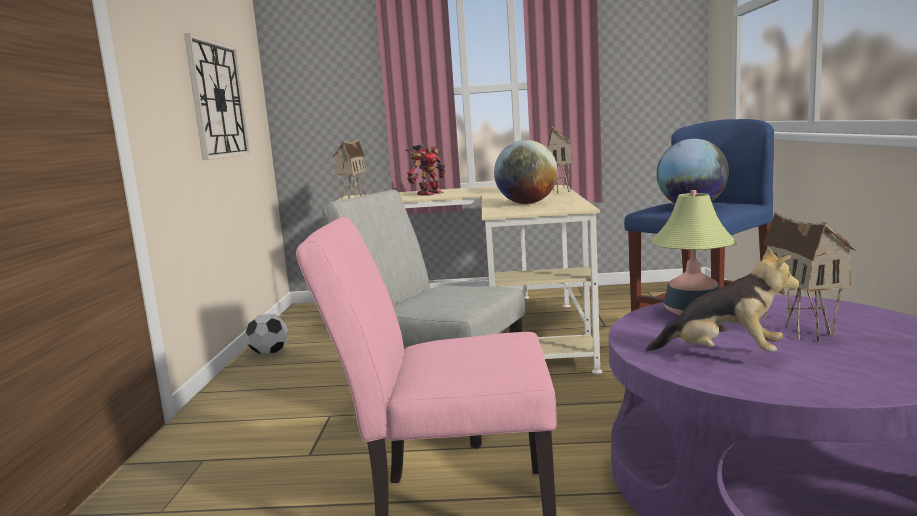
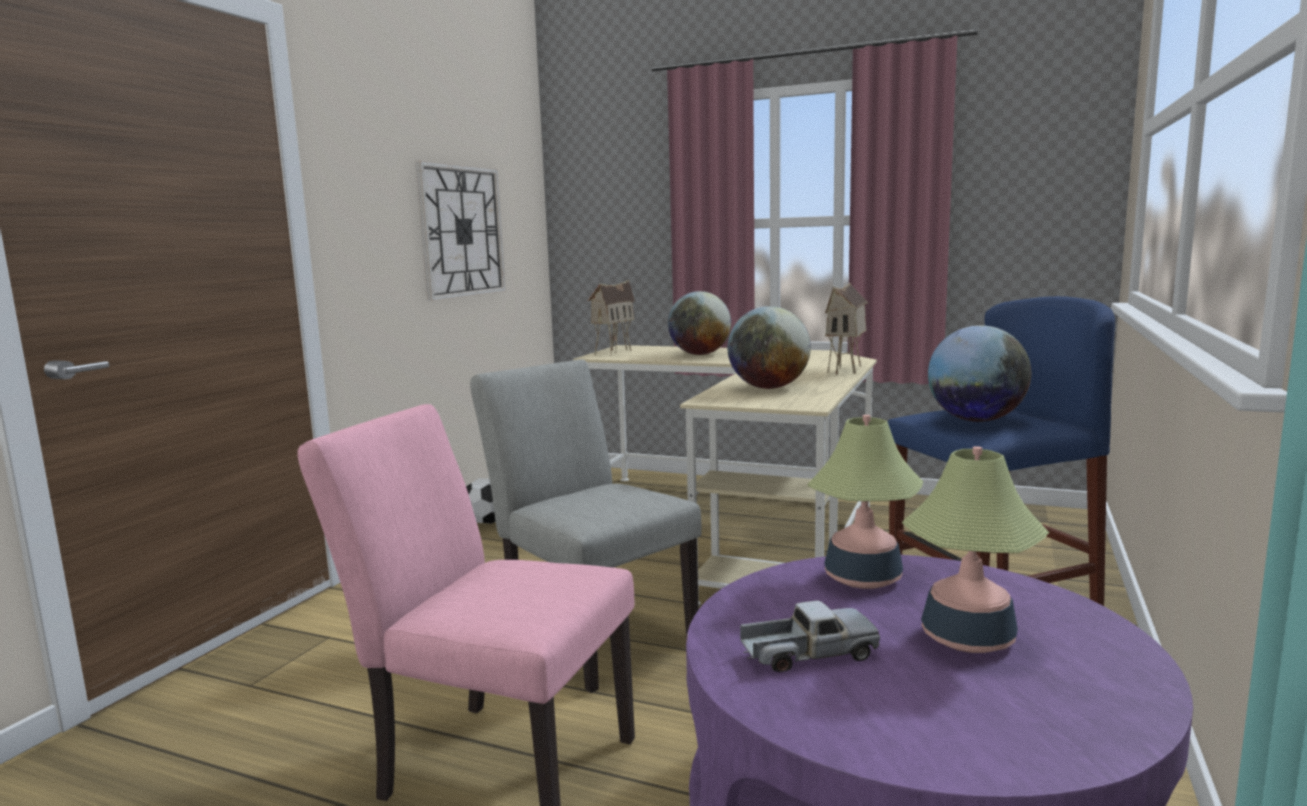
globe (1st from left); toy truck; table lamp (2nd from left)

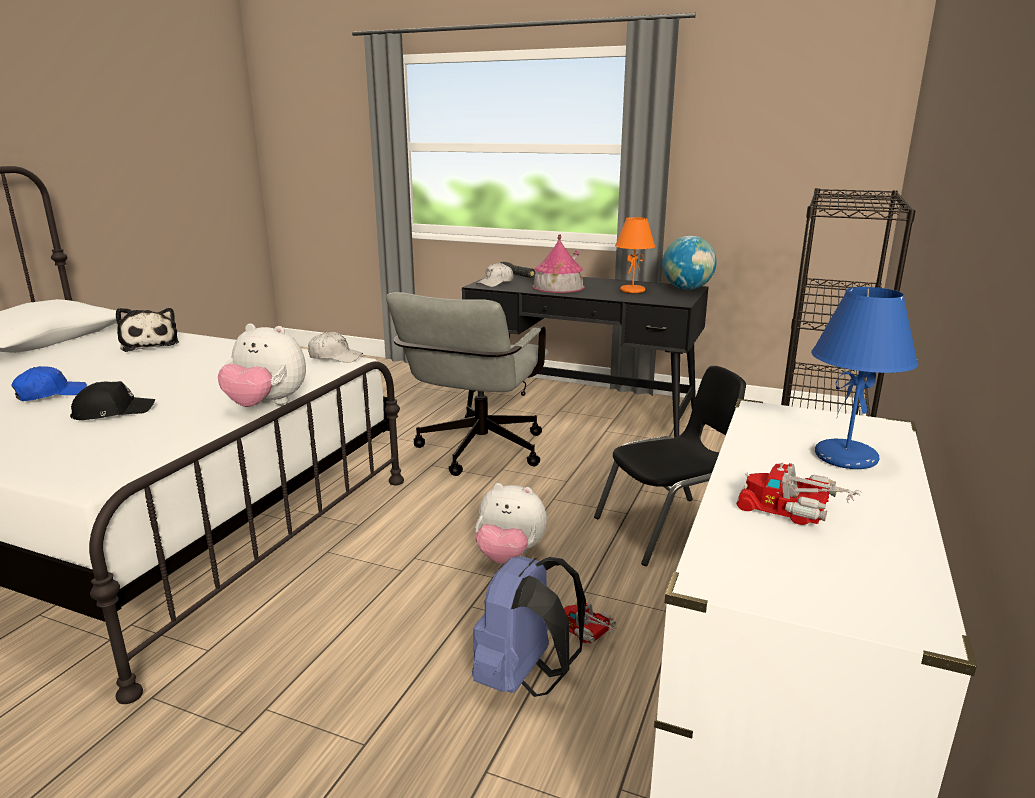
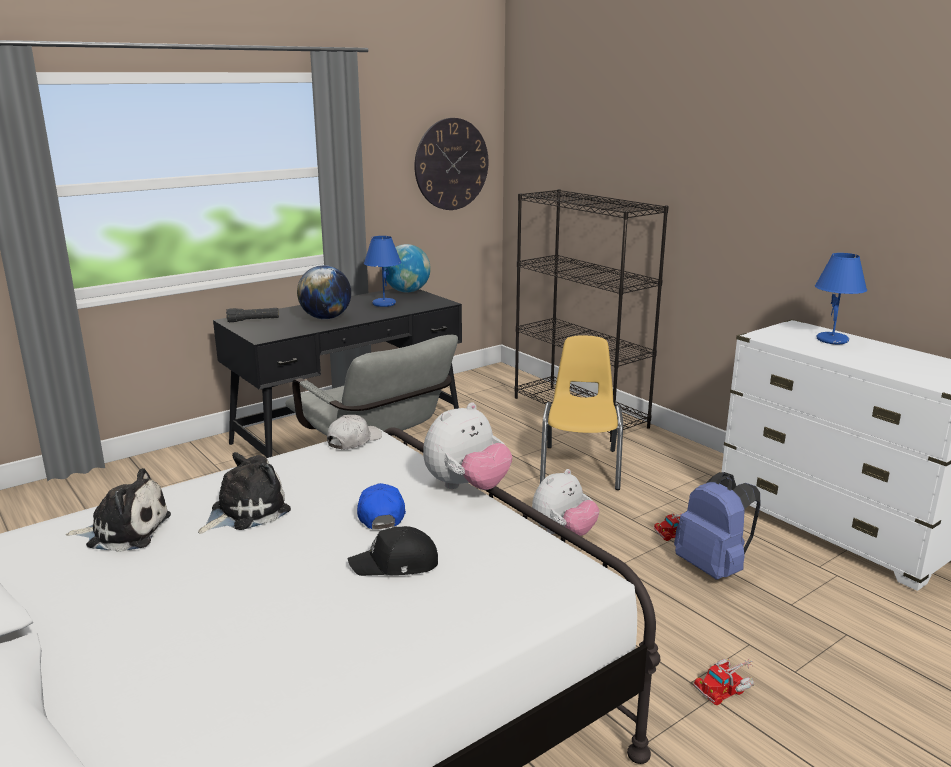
cap in blue; cap in black; cap in white (2nd from left in the first image); globe (1st from left); chair in yellow; table lamp in blue (1st from left); toy truck (2nd from left); plush toy (2nd from left); wall clock

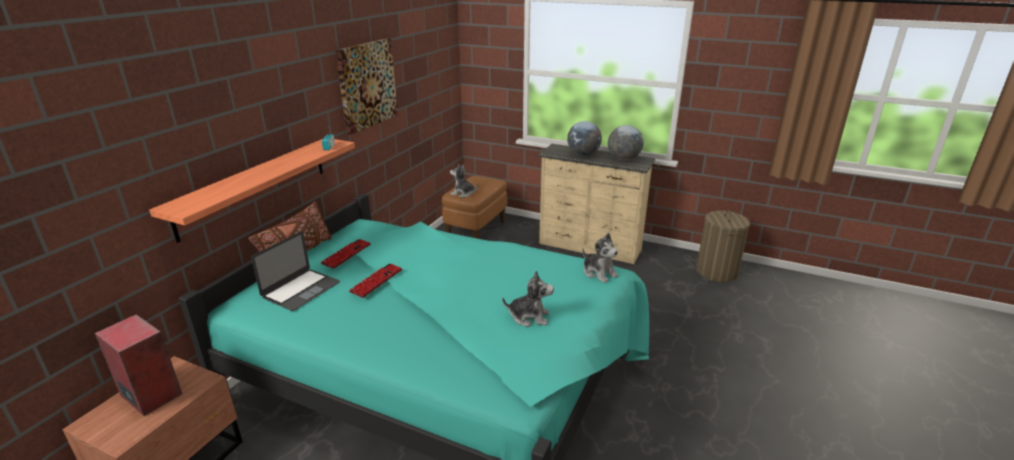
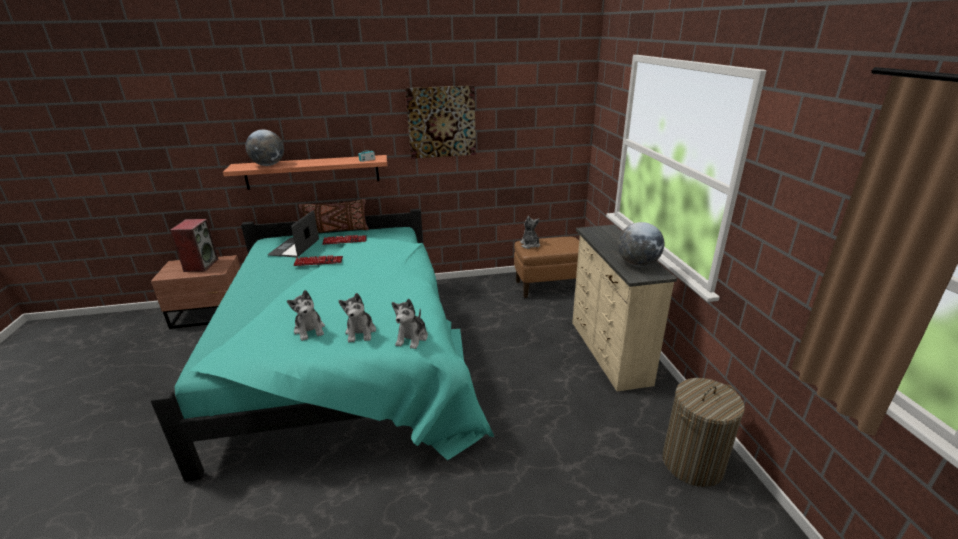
laptop; globe (1st from left); plush toy (2nd from left)

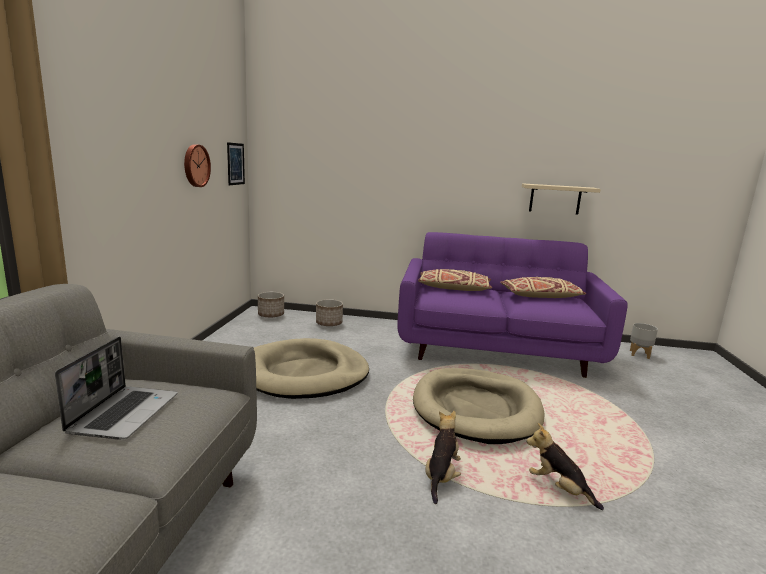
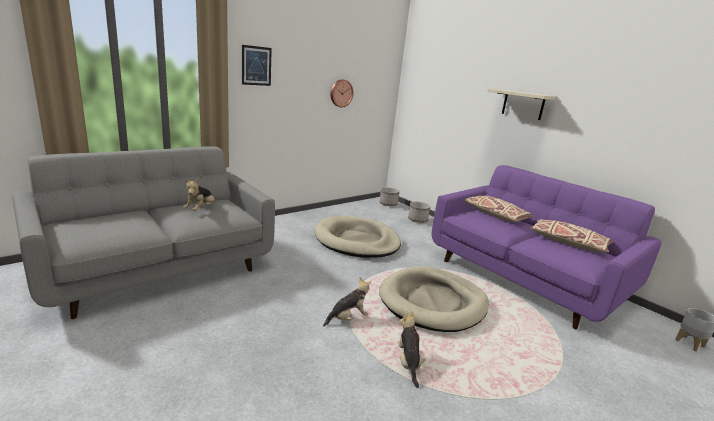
plush toy (1st from left); picture; shelf in beige

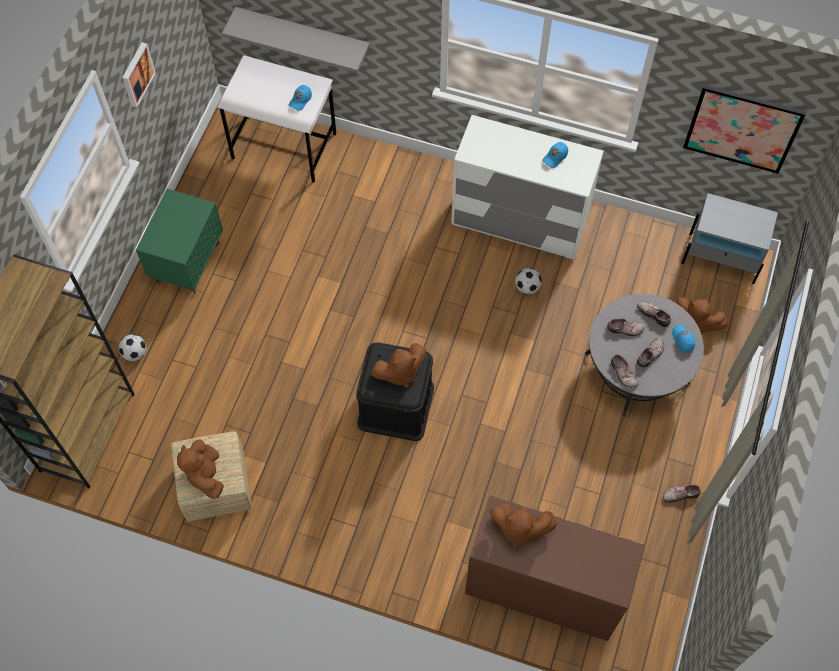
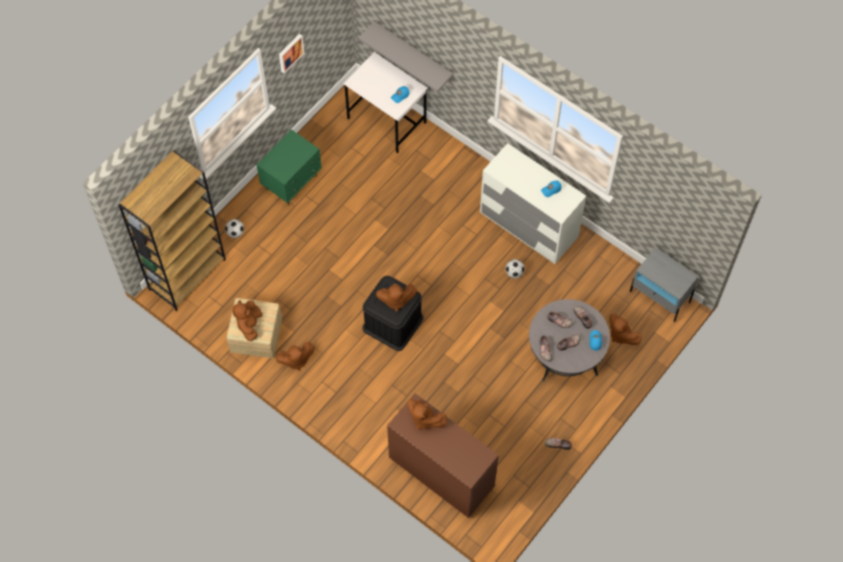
picture (2nd from left in the first image); plush toy in brown (2nd from left)

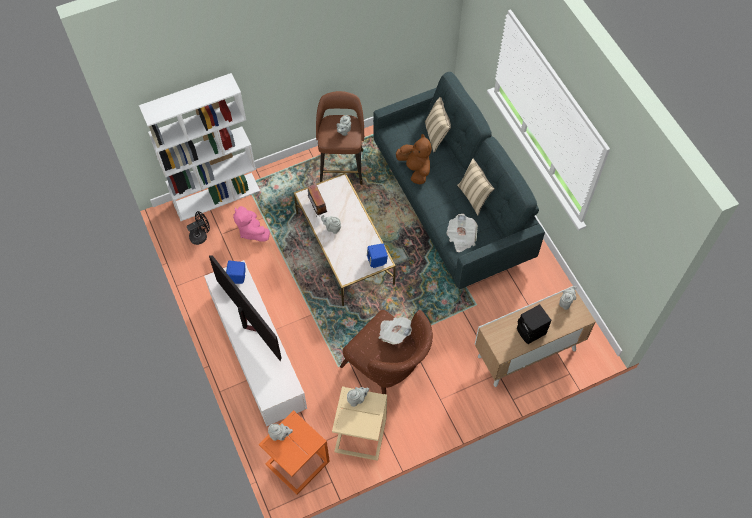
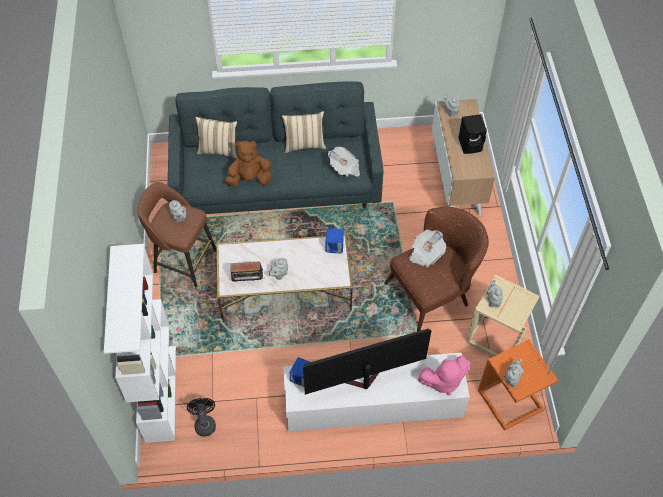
plush toy in pink

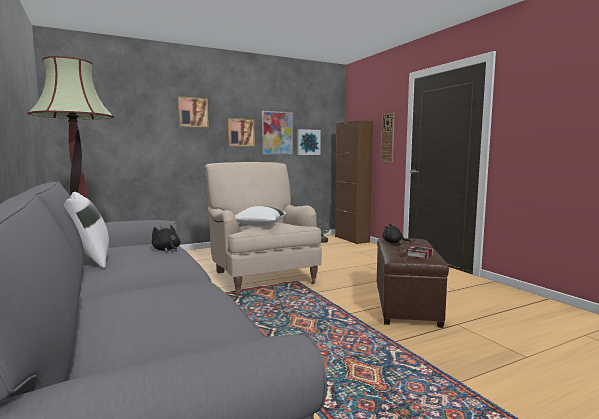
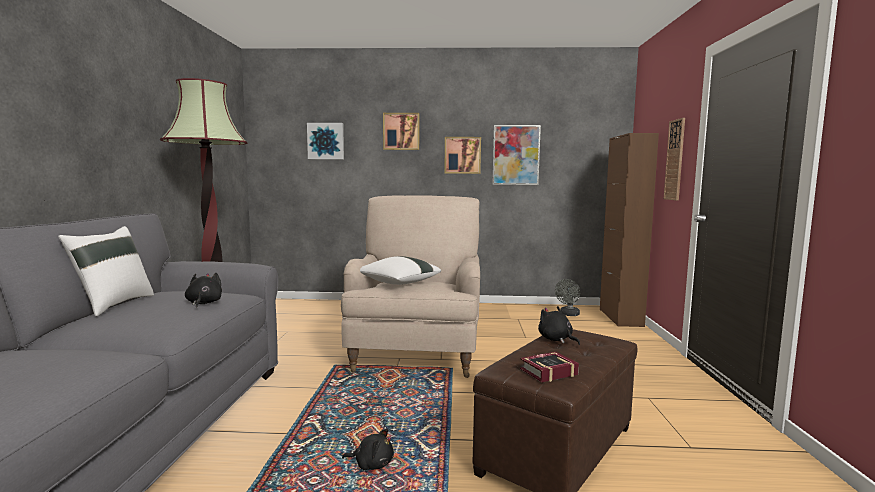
picture (1st from left); plush toy in black (2nd from left)

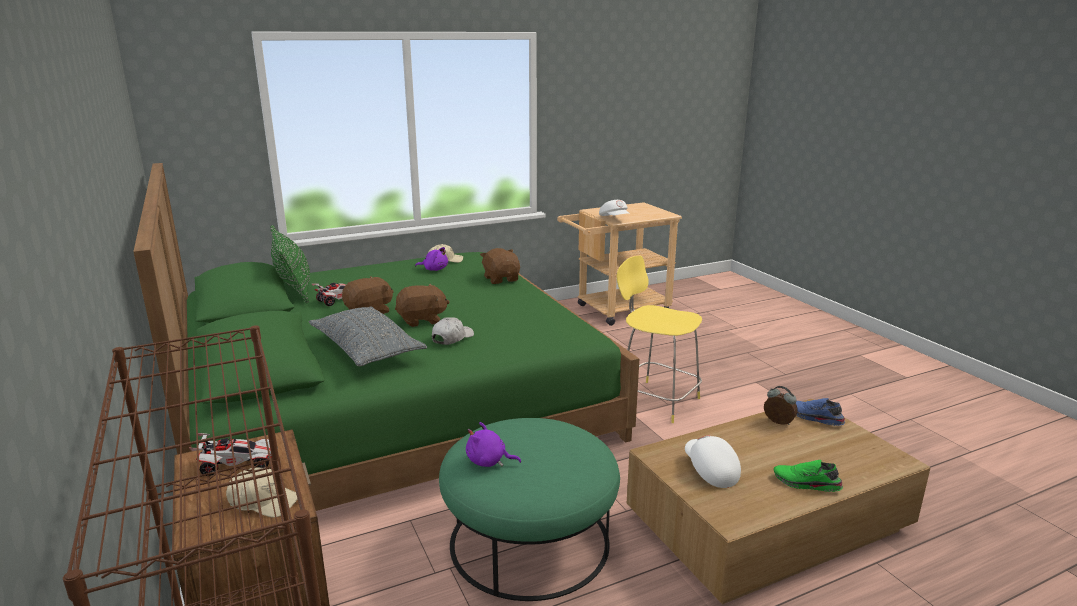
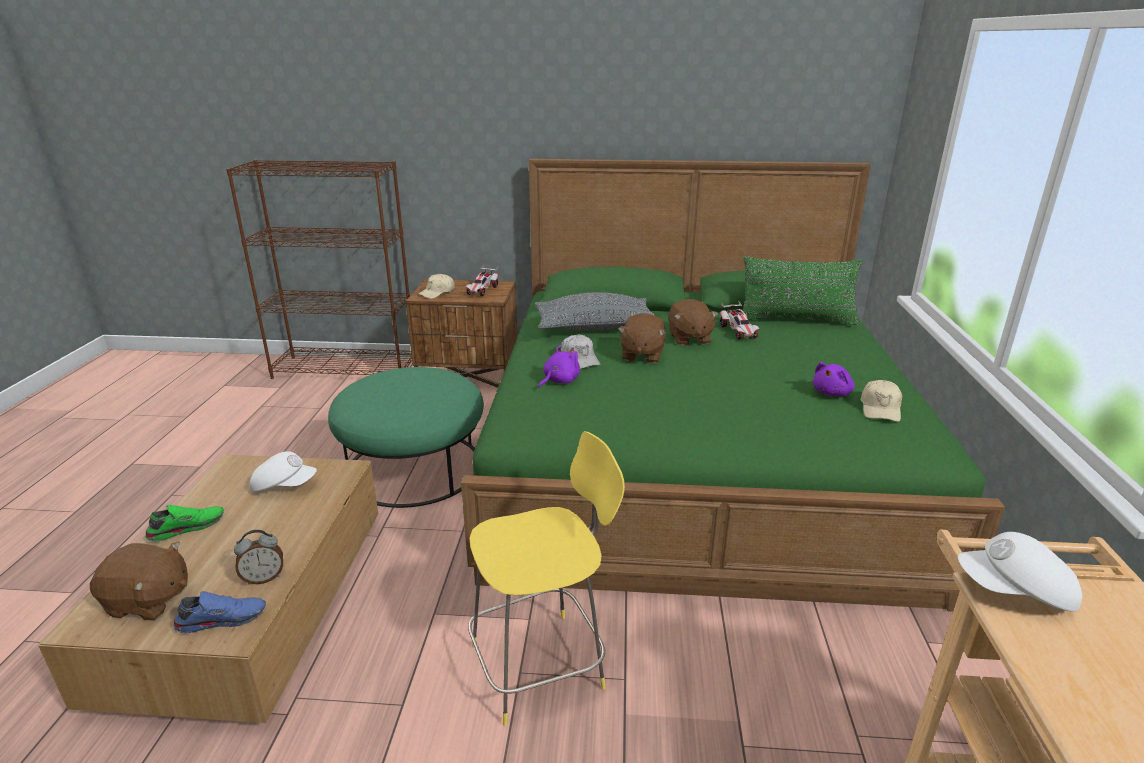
plush toy in purple (1st from left); plush toy in brown (1st from left)

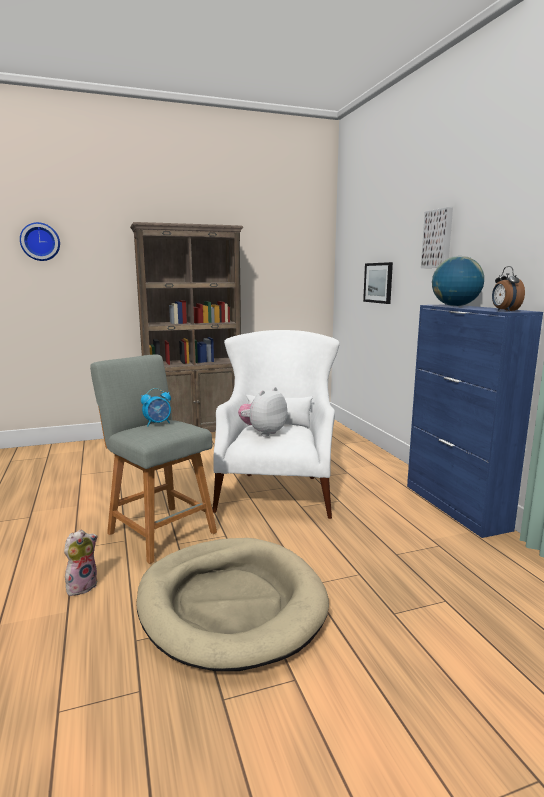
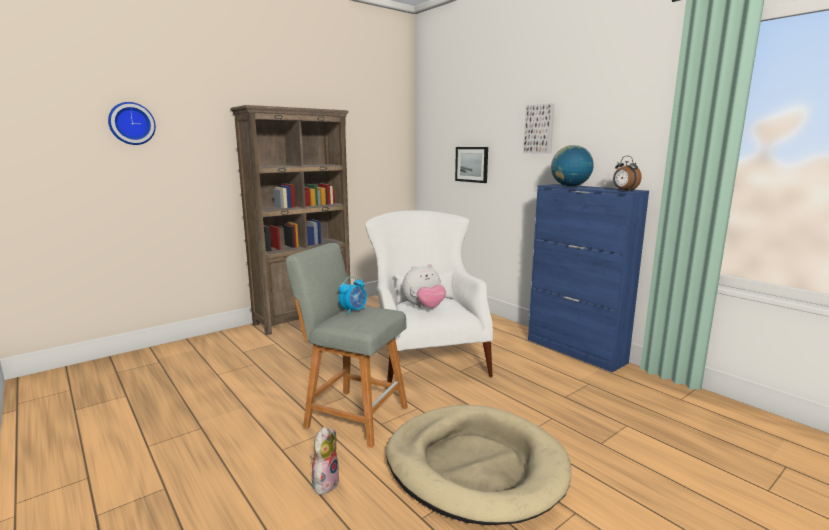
plush toy (2nd from left)

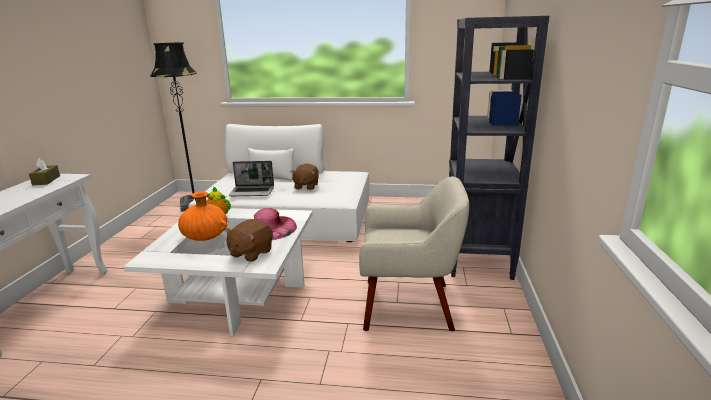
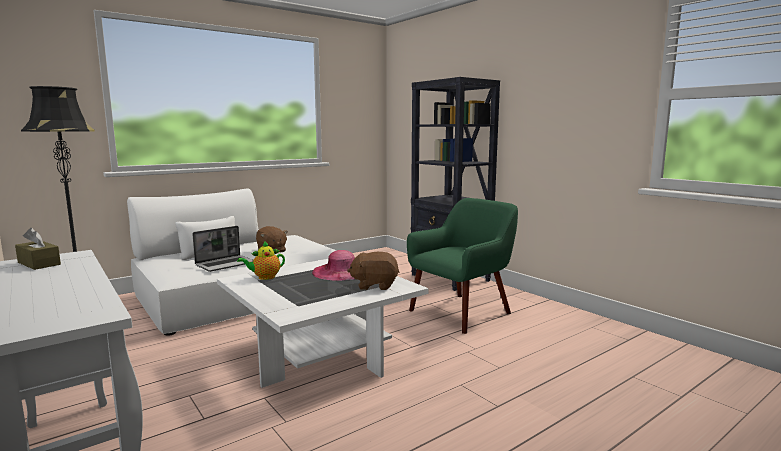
vase in orange; plush toy in brown (2nd from left); armchair in green

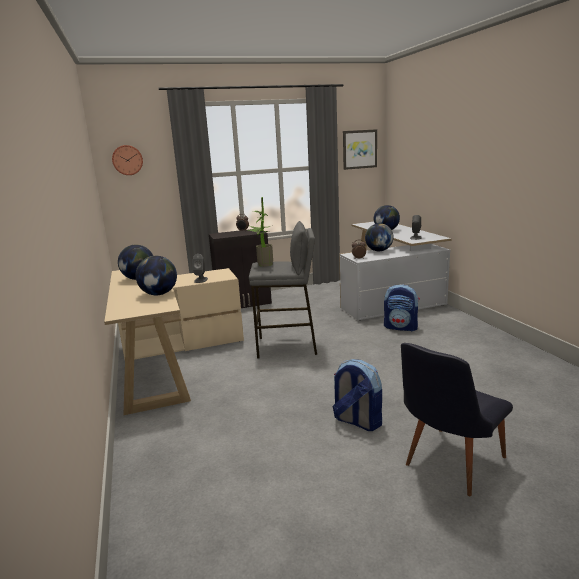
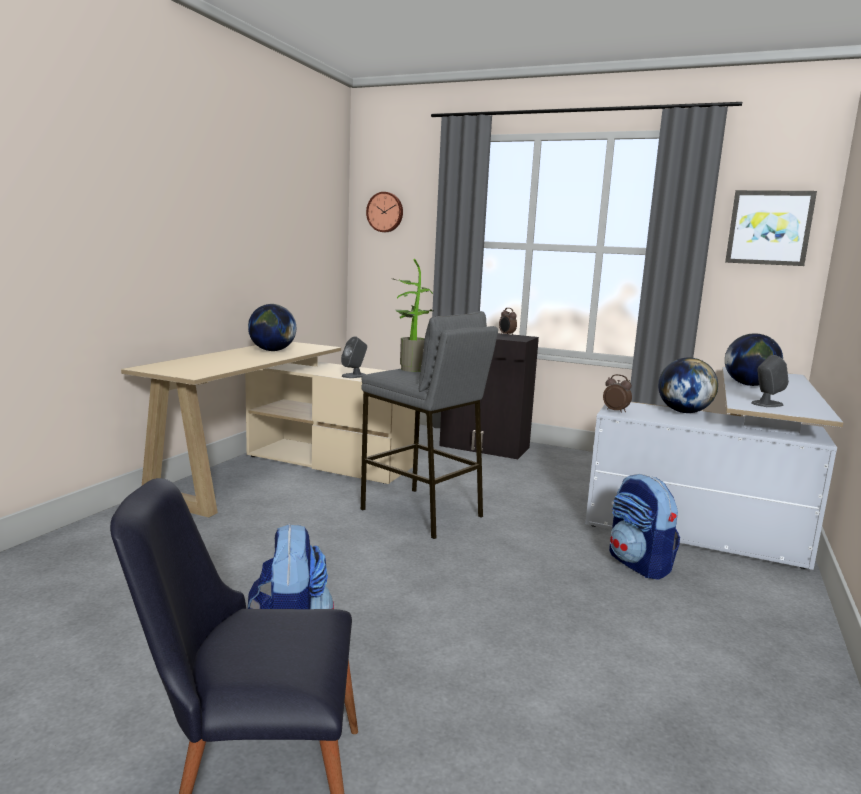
globe (2nd from left in the first image)

